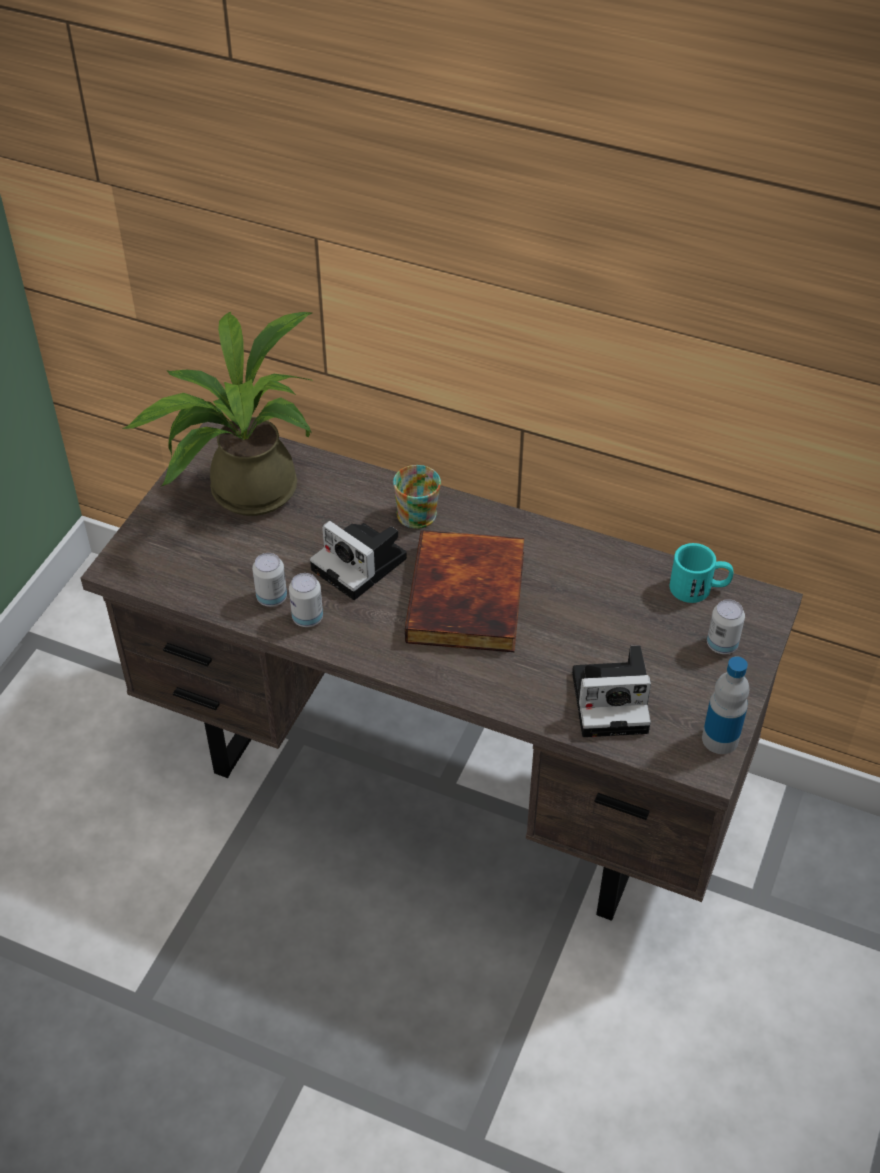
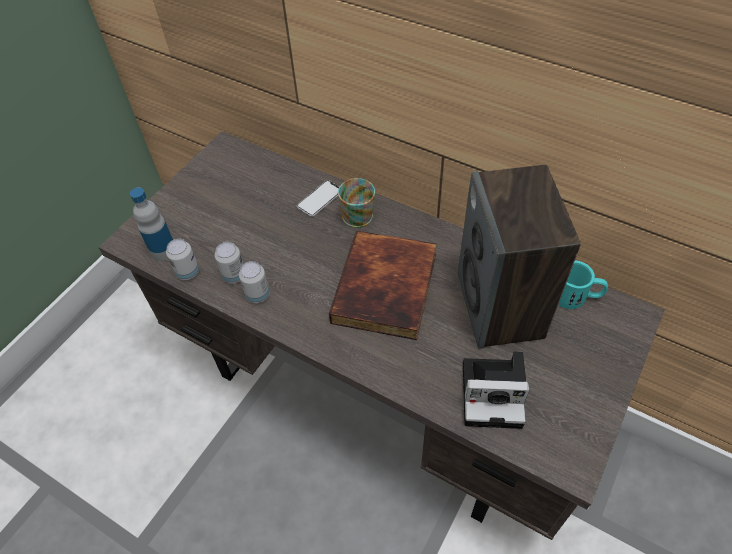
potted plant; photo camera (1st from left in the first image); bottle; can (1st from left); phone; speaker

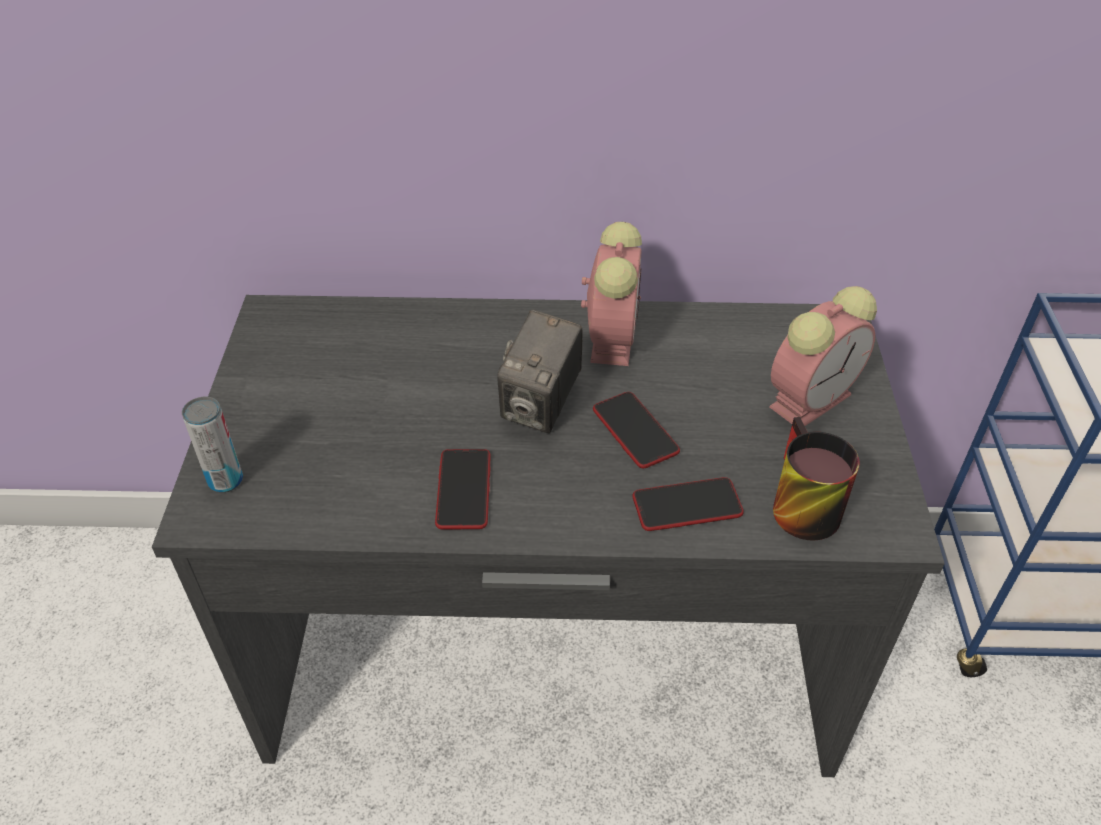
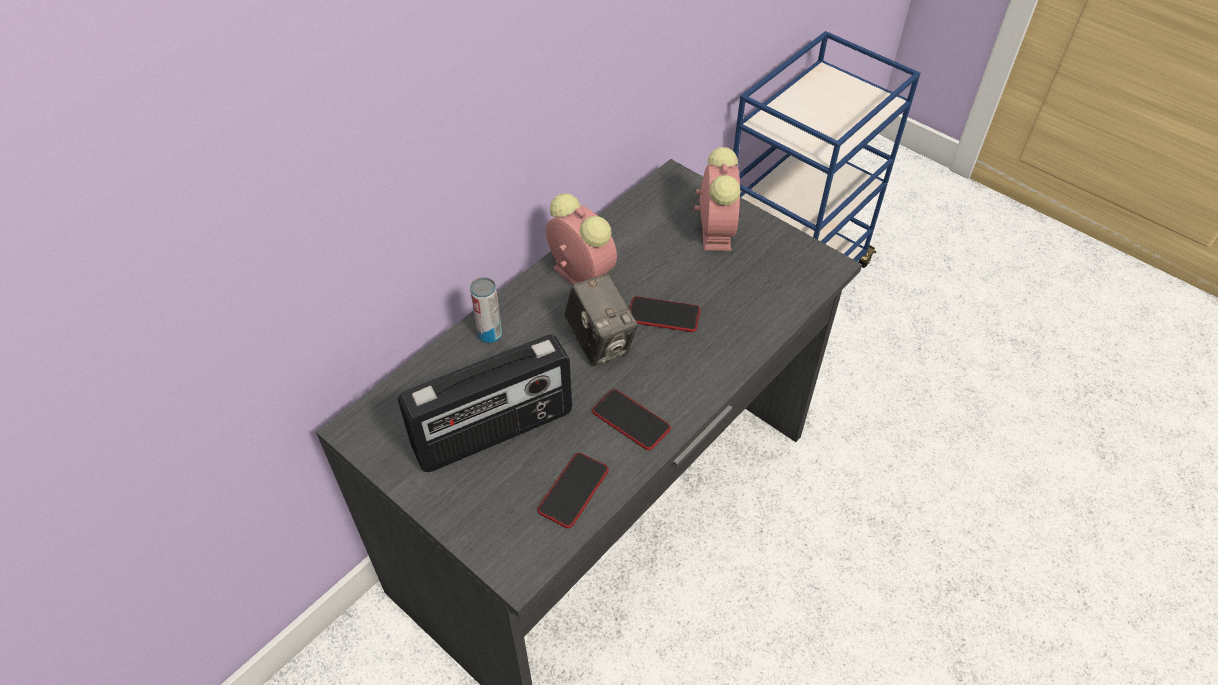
can; phone (1st from left); mug; radio

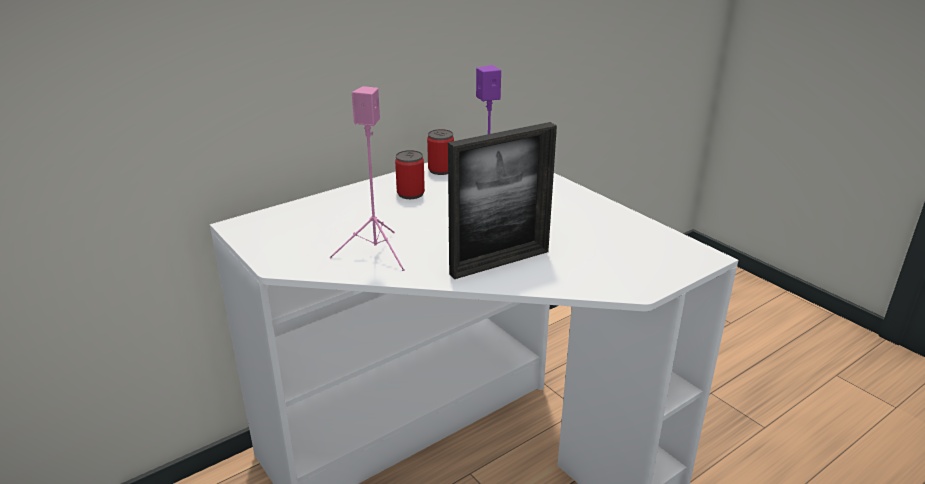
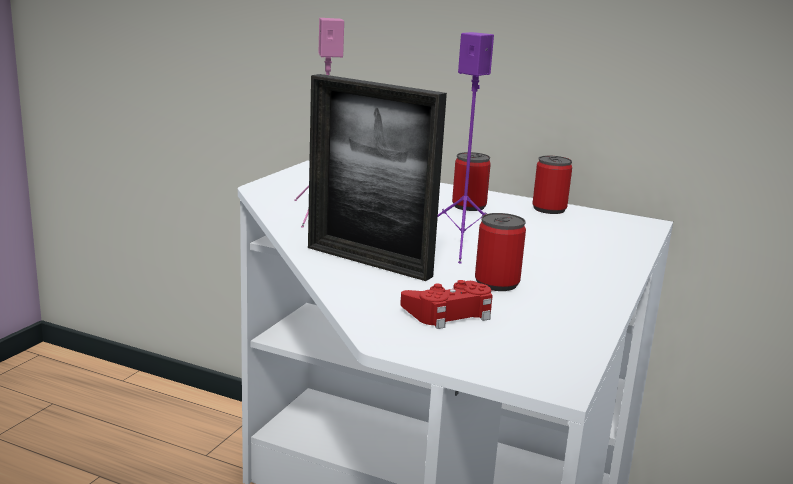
game controller in red; can (2nd from left)

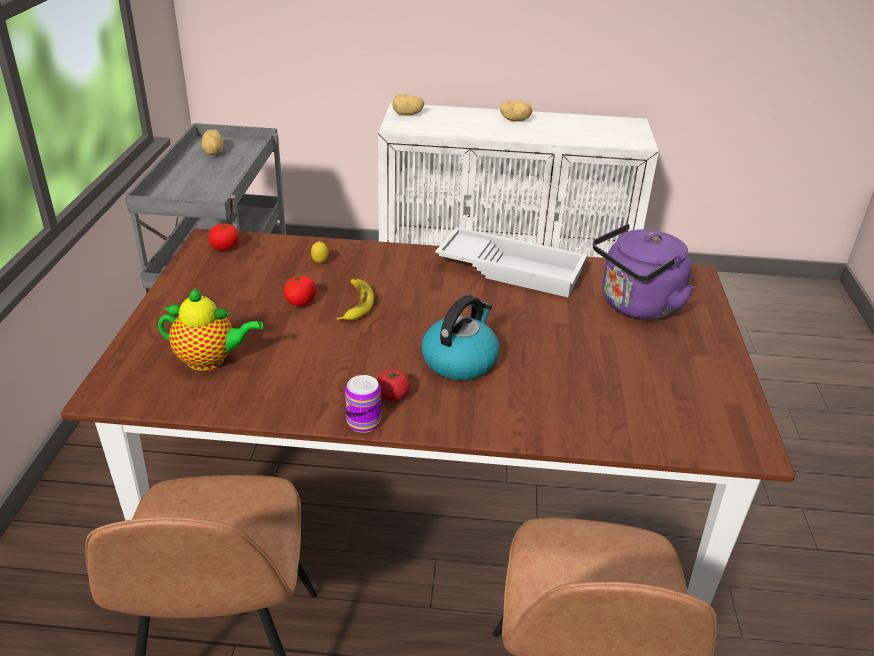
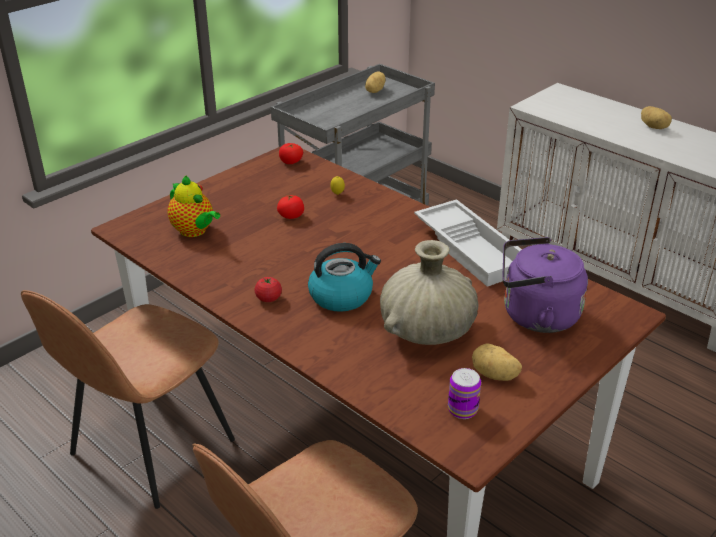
banana; can; potato (2nd from left); vase in beige

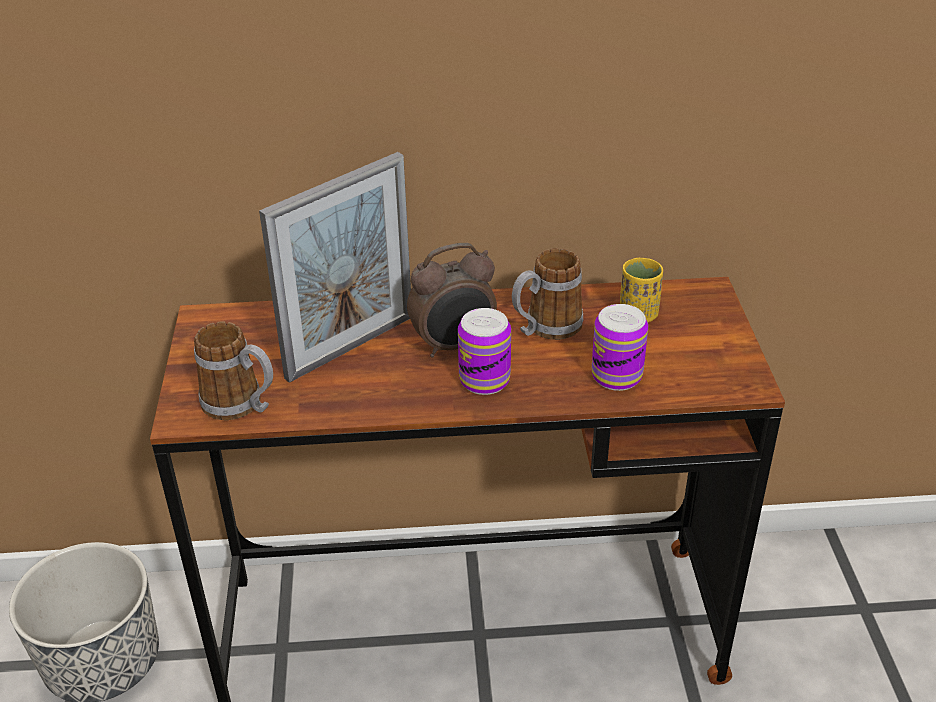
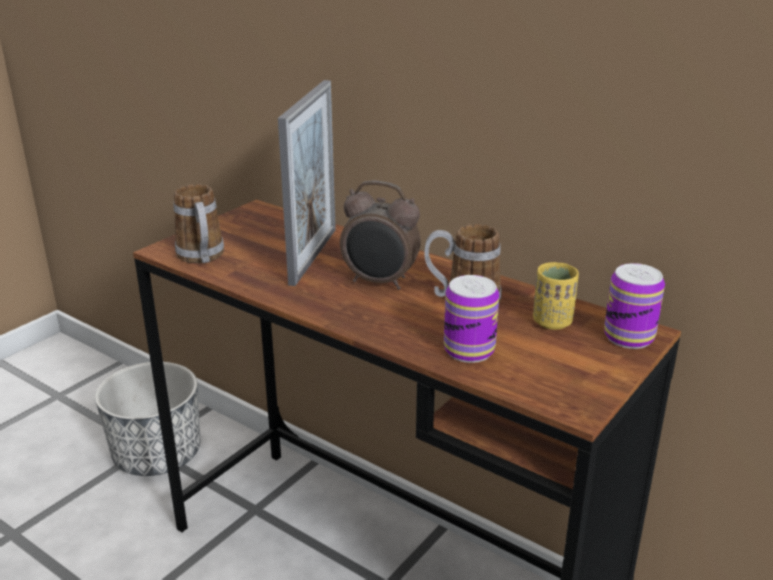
picture frame; can (2nd from left)

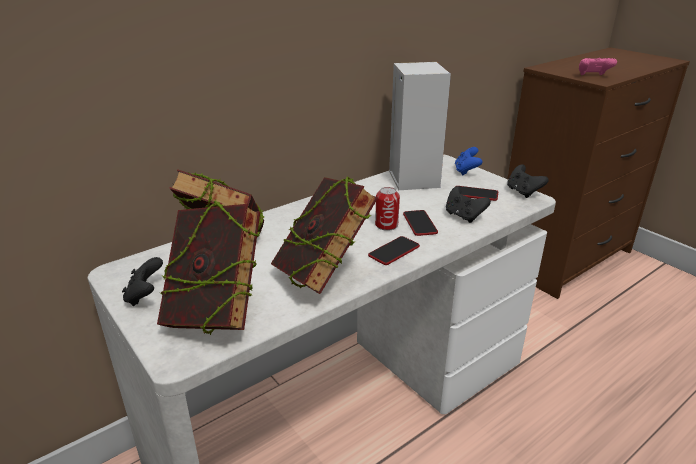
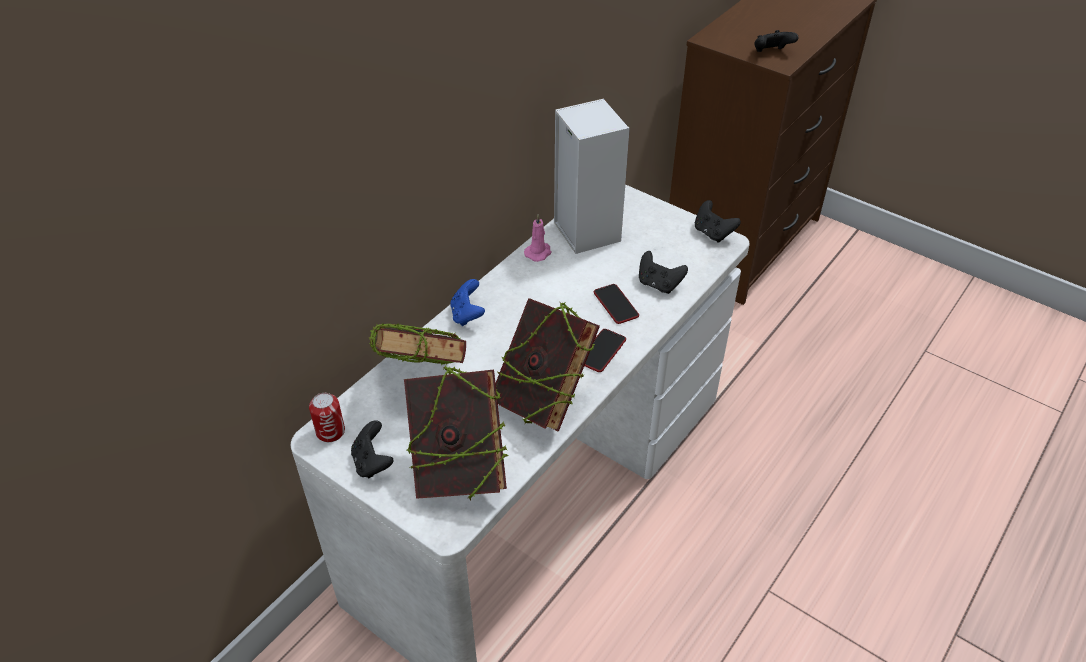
can; game controller in blue; phone (3rd from left in the first image); game controller in black (4th from left); candle in pink

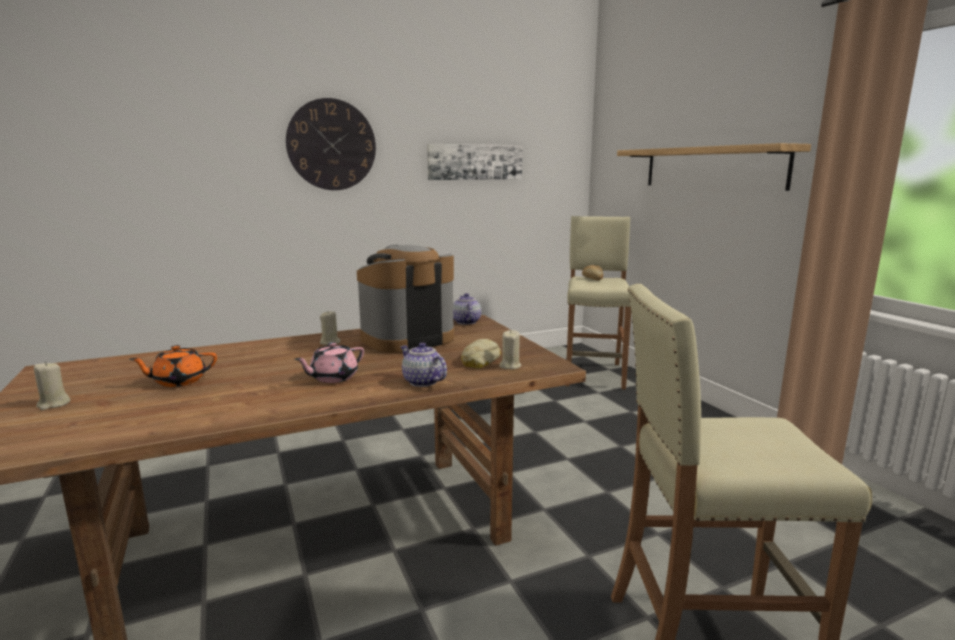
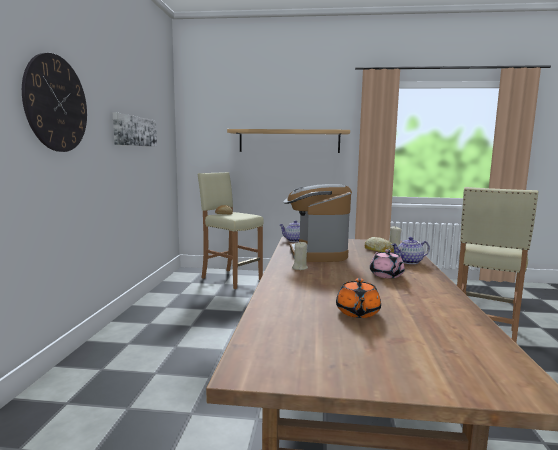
candle in beige (1st from left in the first image)

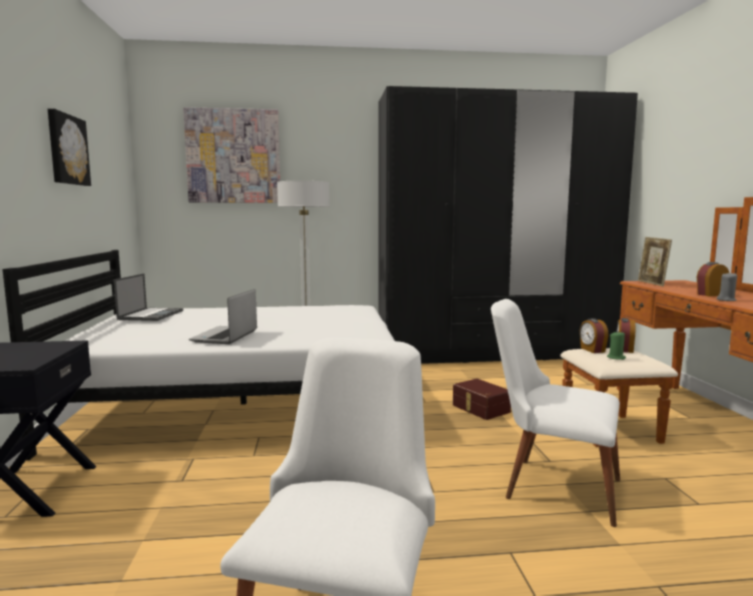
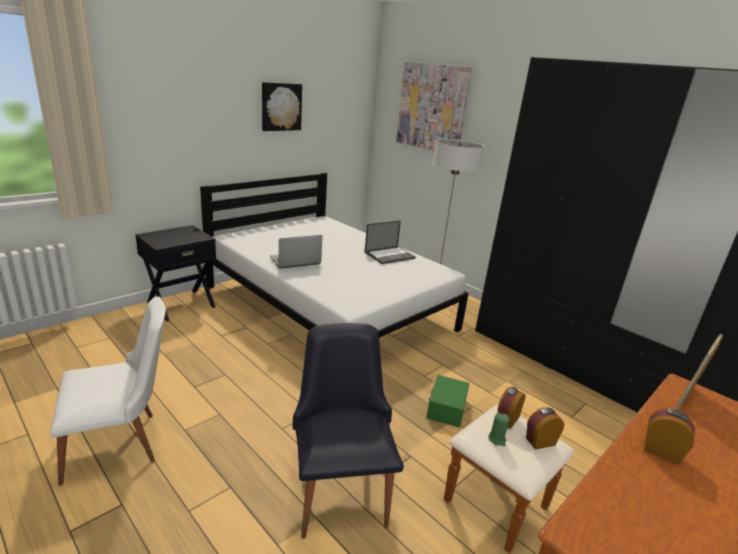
laptop (2nd from left); storage box in green; chair in black; candle in grey

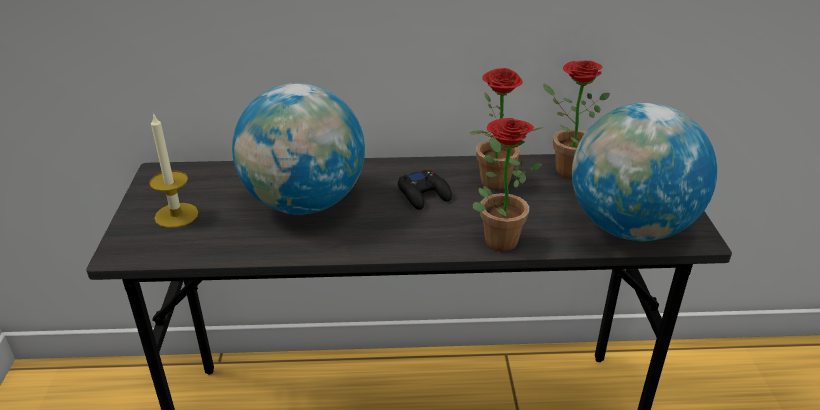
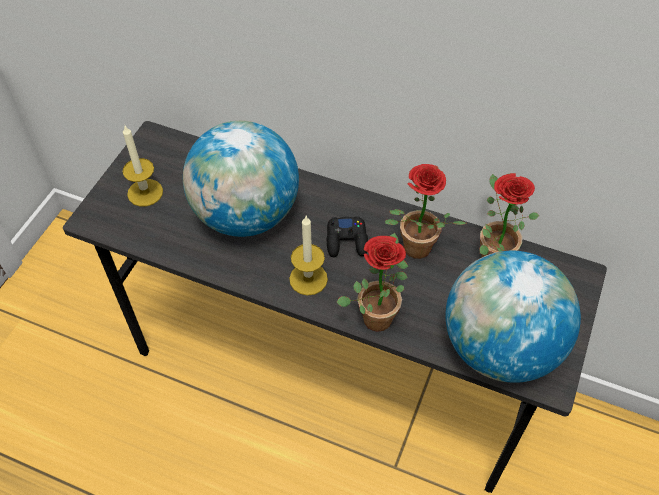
candle (2nd from left)

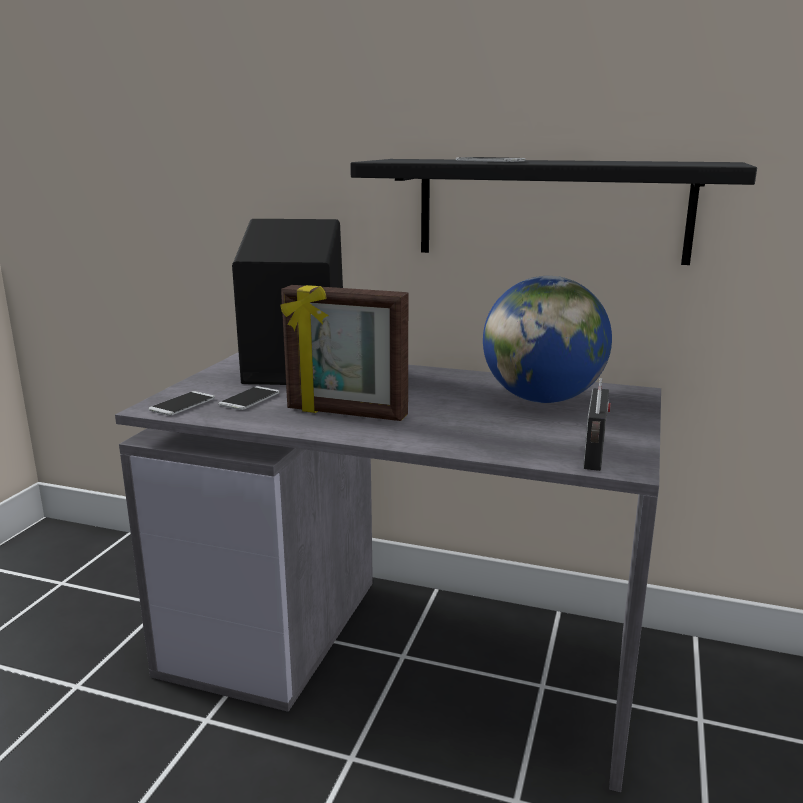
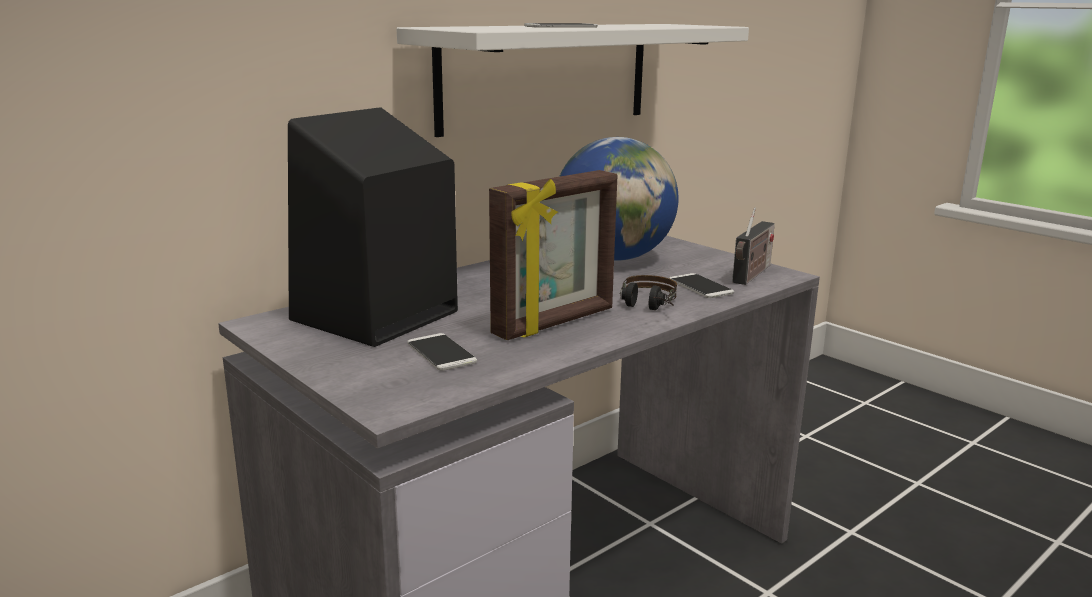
phone (3rd from left); shelf in white; radio; headphones

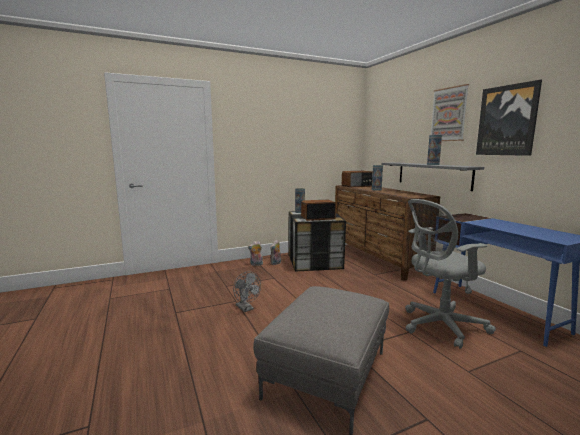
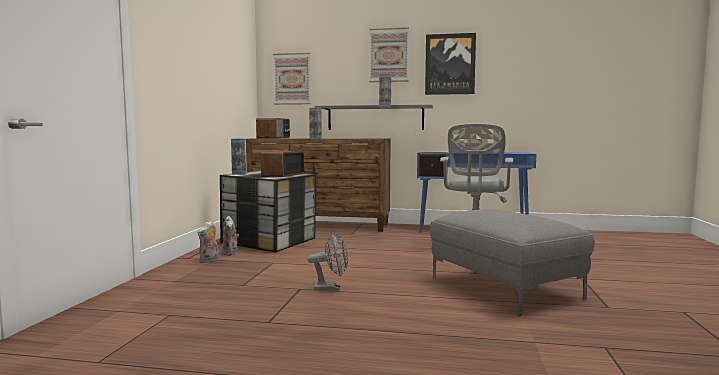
picture (1st from left)

